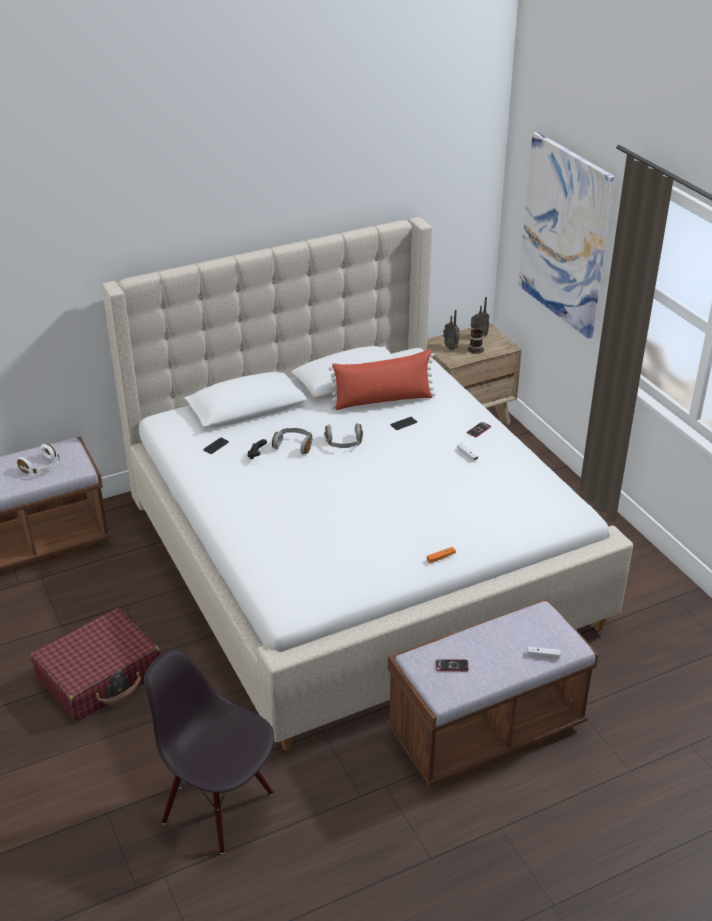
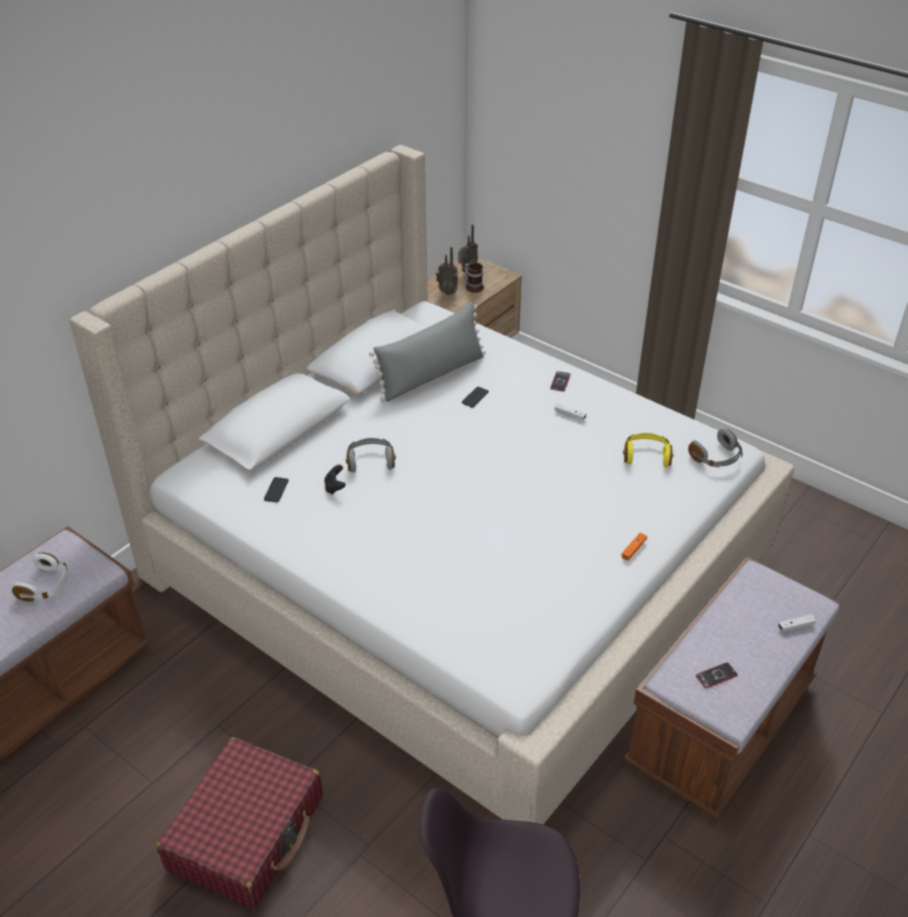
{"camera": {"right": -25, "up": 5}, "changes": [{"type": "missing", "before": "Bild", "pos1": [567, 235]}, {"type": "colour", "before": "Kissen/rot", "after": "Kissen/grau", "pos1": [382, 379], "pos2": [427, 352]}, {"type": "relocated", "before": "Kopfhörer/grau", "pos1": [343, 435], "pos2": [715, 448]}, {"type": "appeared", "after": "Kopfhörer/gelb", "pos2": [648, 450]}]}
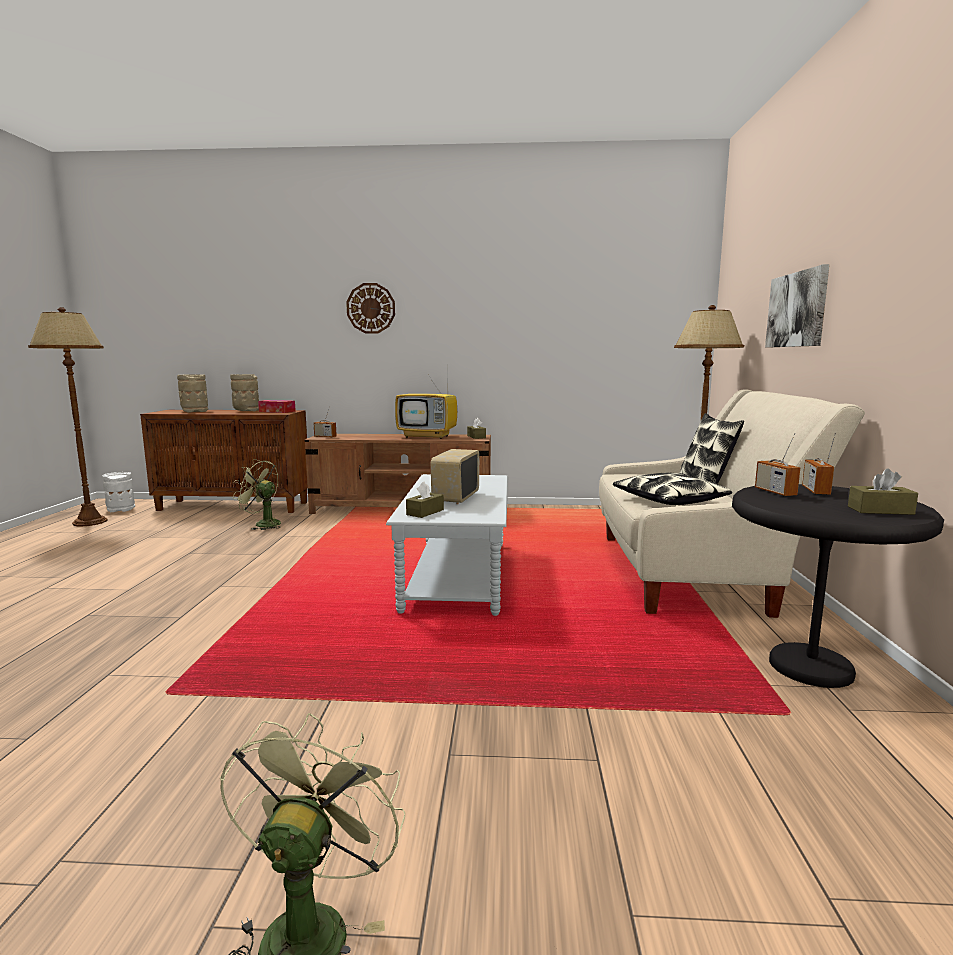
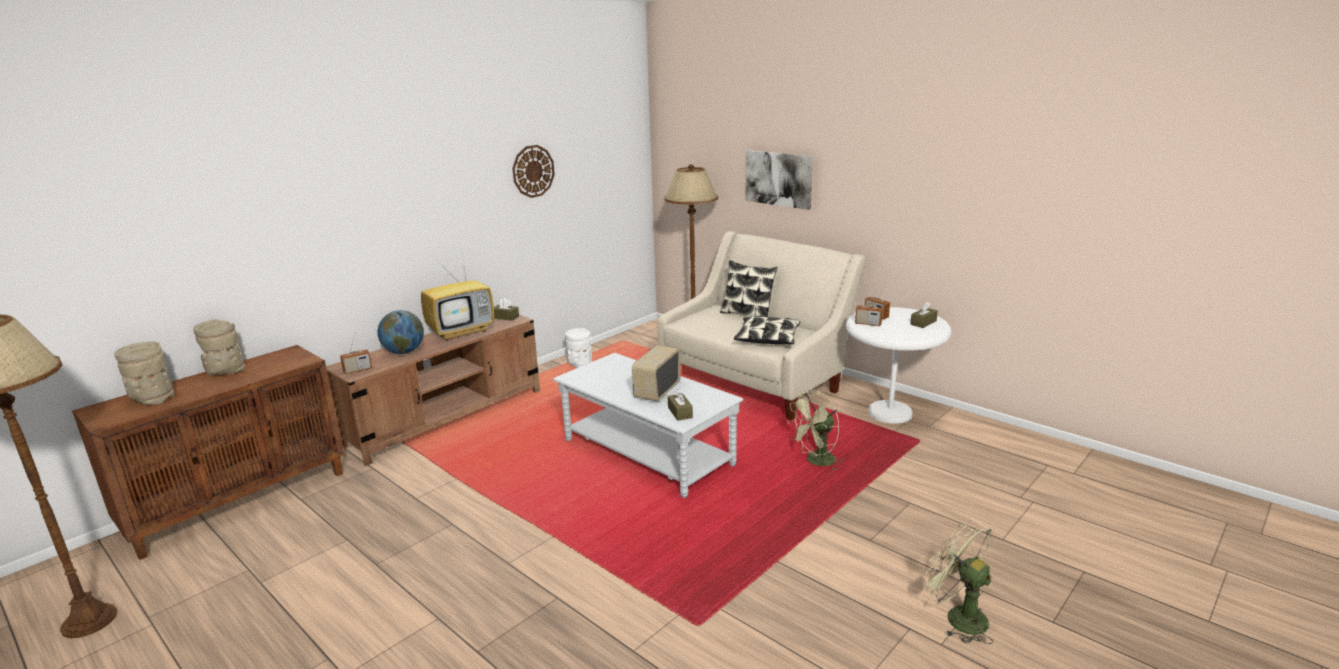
{"camera": {"right": -50, "up": 10}, "changes": [{"type": "relocated", "before": "Wanduhr", "pos1": [370, 308], "pos2": [533, 171]}, {"type": "missing", "before": "Taschentuchbox", "pos1": [277, 406]}, {"type": "spun", "before": "Radio", "pos1": [455, 477], "pos2": [656, 373], "turn": 60}, {"type": "relocated", "before": "Ventilator/grün", "pos1": [257, 494], "pos2": [815, 430]}, {"type": "relocated", "before": "Vase/weiß", "pos1": [118, 492], "pos2": [578, 348]}, {"type": "colour", "before": "Beistelltisch/schwarz", "after": "Beistelltisch/weiß", "pos1": [838, 586], "pos2": [898, 365]}, {"type": "appeared", "after": "Globus", "pos2": [400, 332]}]}
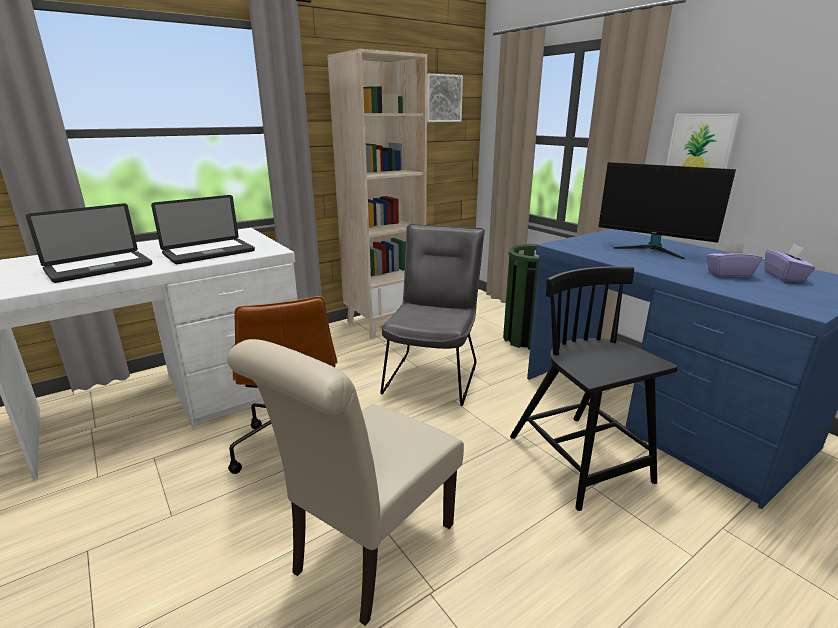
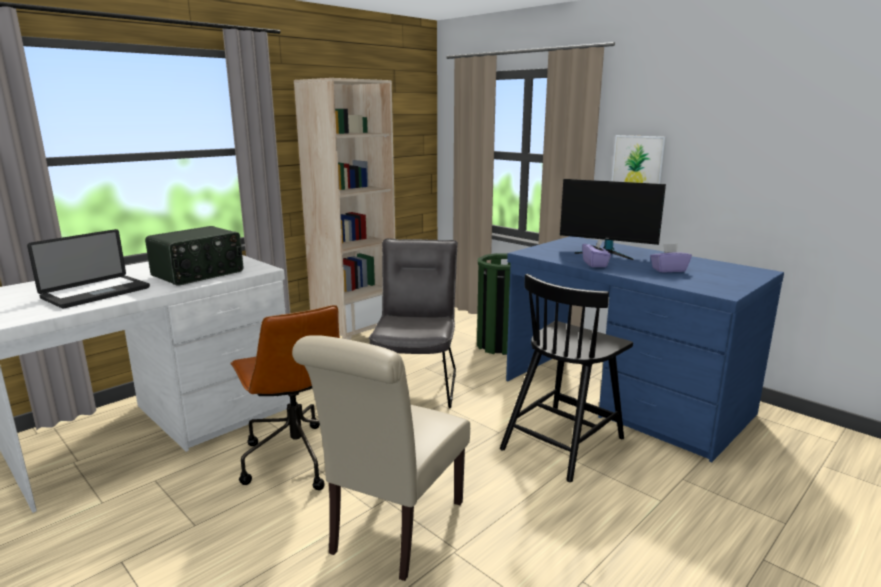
{"camera": {"right": -10, "up": -5}, "changes": [{"type": "missing", "before": "Bild", "pos1": [445, 98]}, {"type": "exchanged", "before": "Laptop", "after": "Radio", "pos1": [203, 229], "pos2": [194, 256]}, {"type": "relocated", "before": "Taschentuchbox/lila", "pos1": [790, 263], "pos2": [596, 253]}, {"type": "spun", "before": "Stuhl/schwarz", "pos1": [594, 388], "pos2": [566, 378], "turn": -105}]}
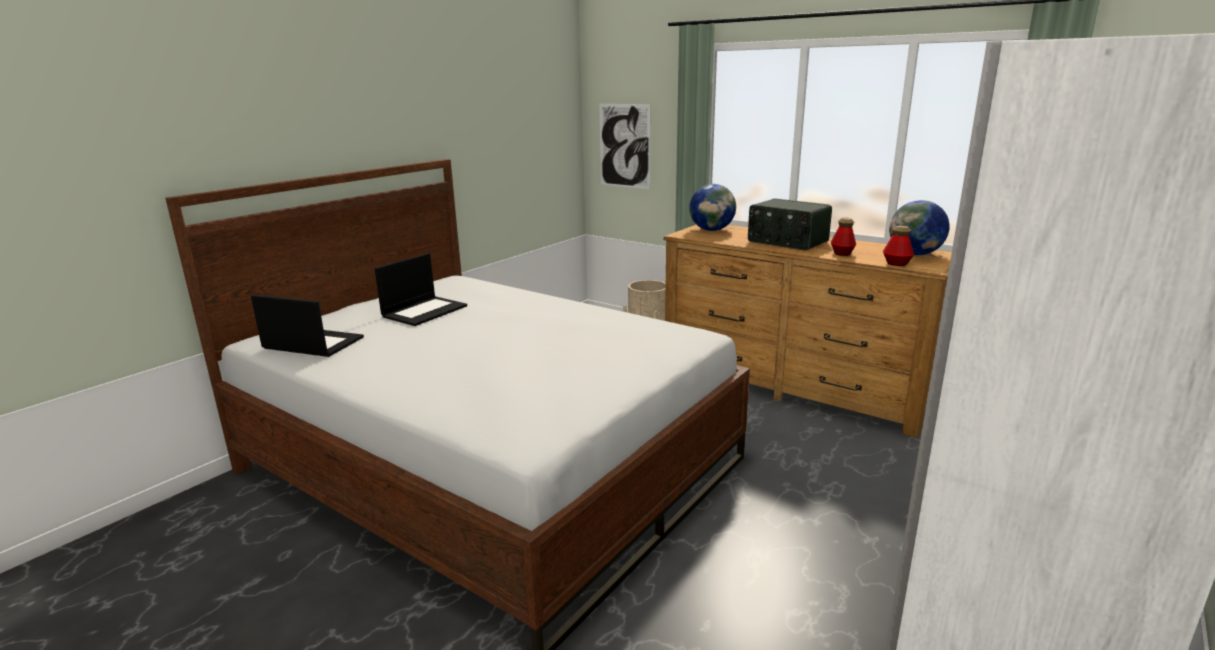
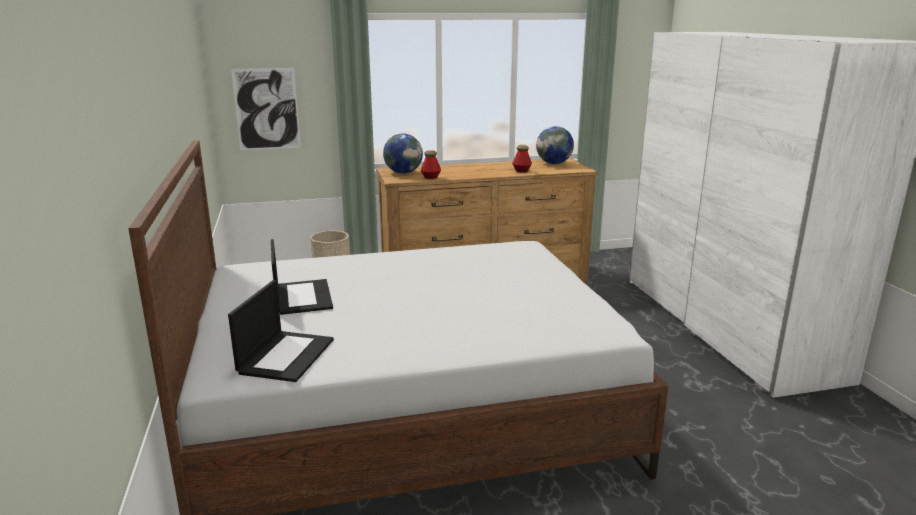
{"camera": {"right": -50, "up": 0}, "changes": [{"type": "missing", "before": "Radio", "pos1": [790, 225]}, {"type": "relocated", "before": "Flasche", "pos1": [898, 246], "pos2": [431, 164]}, {"type": "spun", "before": "Laptop", "pos1": [307, 325], "pos2": [281, 331], "turn": 135}]}
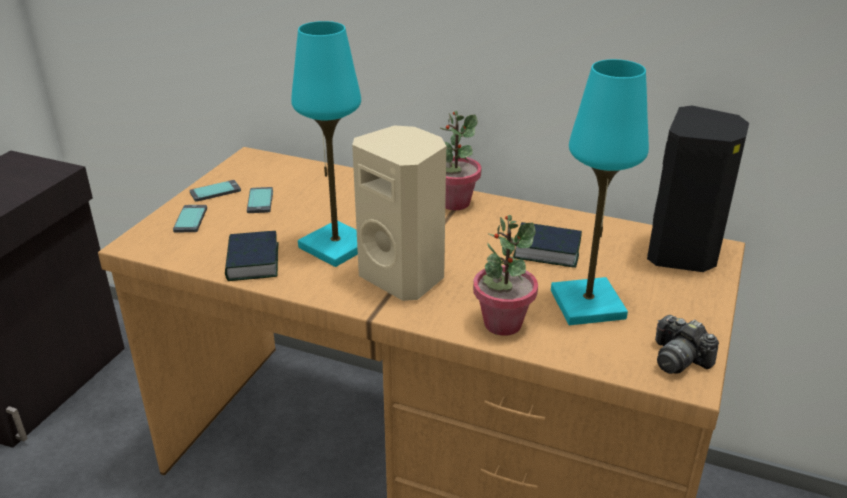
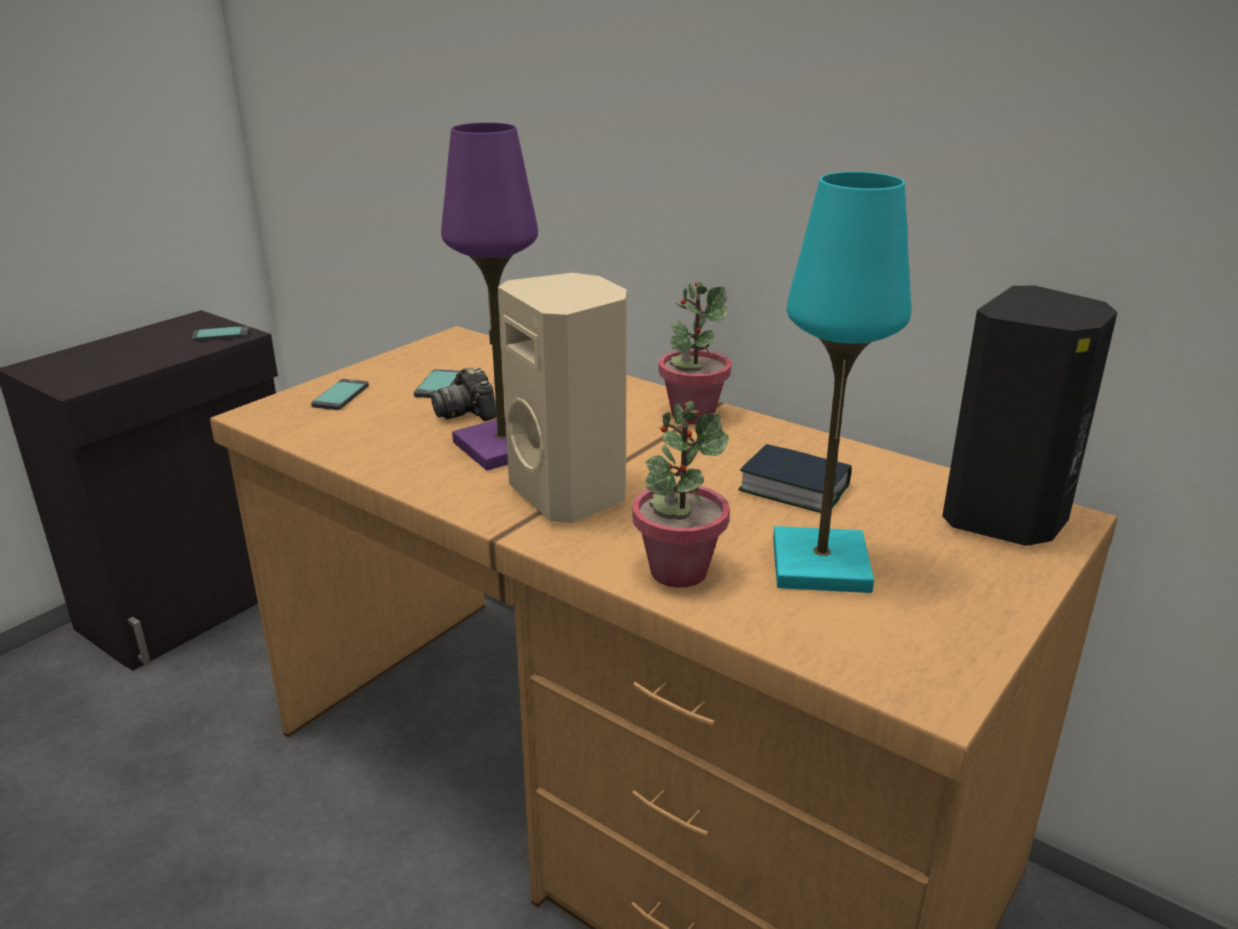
{"camera": {"right": 15, "up": -5}, "changes": [{"type": "colour", "before": "Tischlampe/türkis", "after": "Tischlampe/lila", "pos1": [326, 144], "pos2": [489, 296]}, {"type": "relocated", "before": "Handy", "pos1": [215, 191], "pos2": [220, 333]}, {"type": "missing", "before": "Buch", "pos1": [252, 256]}, {"type": "relocated", "before": "Kamera", "pos1": [687, 344], "pos2": [464, 394]}]}
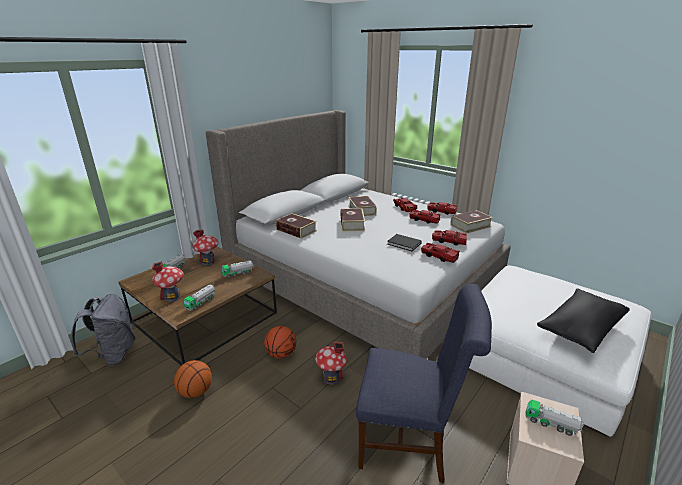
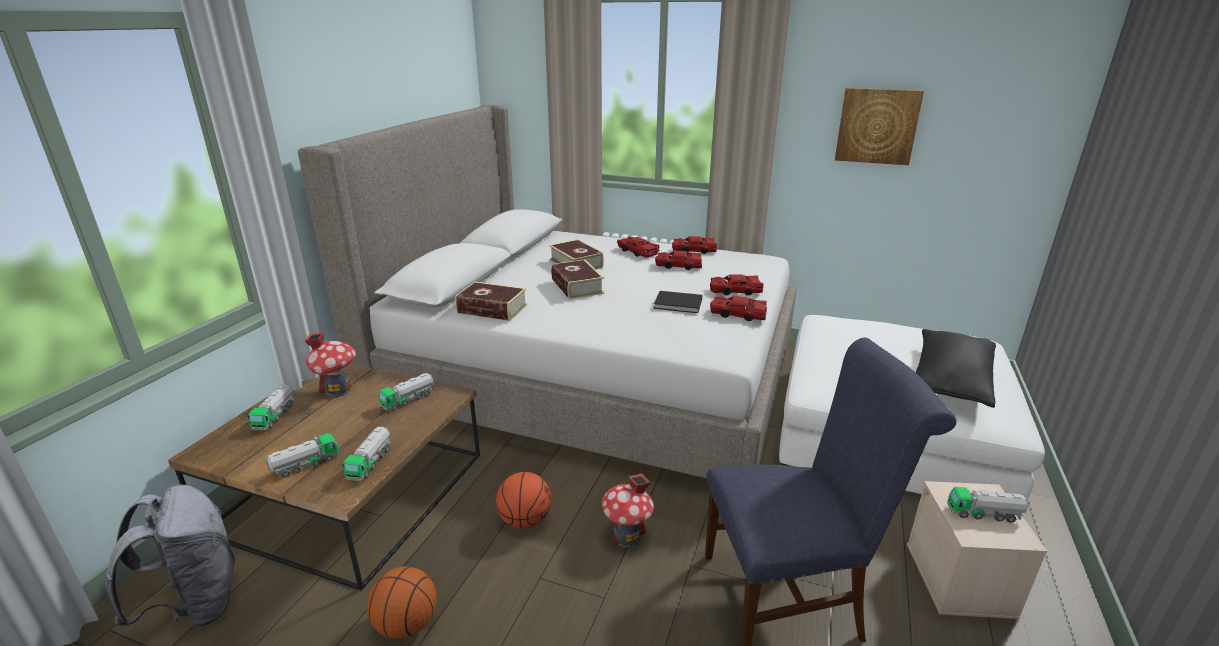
{"camera": {"right": -20, "up": 0}, "changes": [{"type": "missing", "before": "Buch", "pos1": [471, 221]}, {"type": "exchanged", "before": "Spielzeughaus", "after": "Spielzeuglaster", "pos1": [167, 281], "pos2": [302, 455]}, {"type": "appeared", "after": "Bild", "pos2": [879, 126]}]}
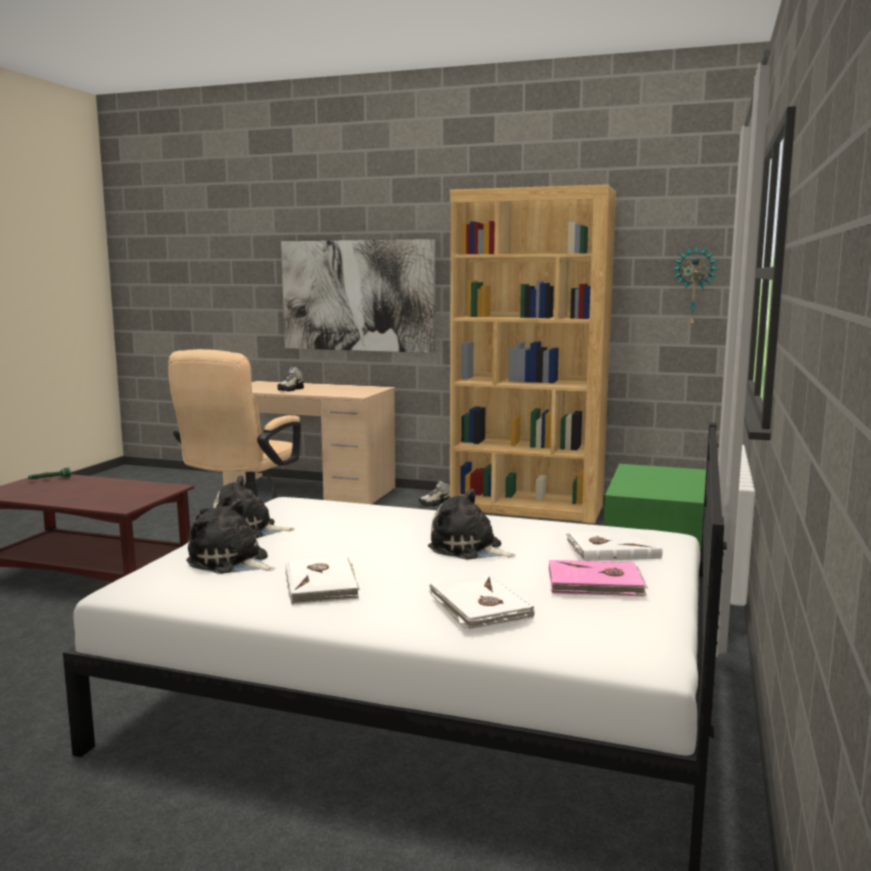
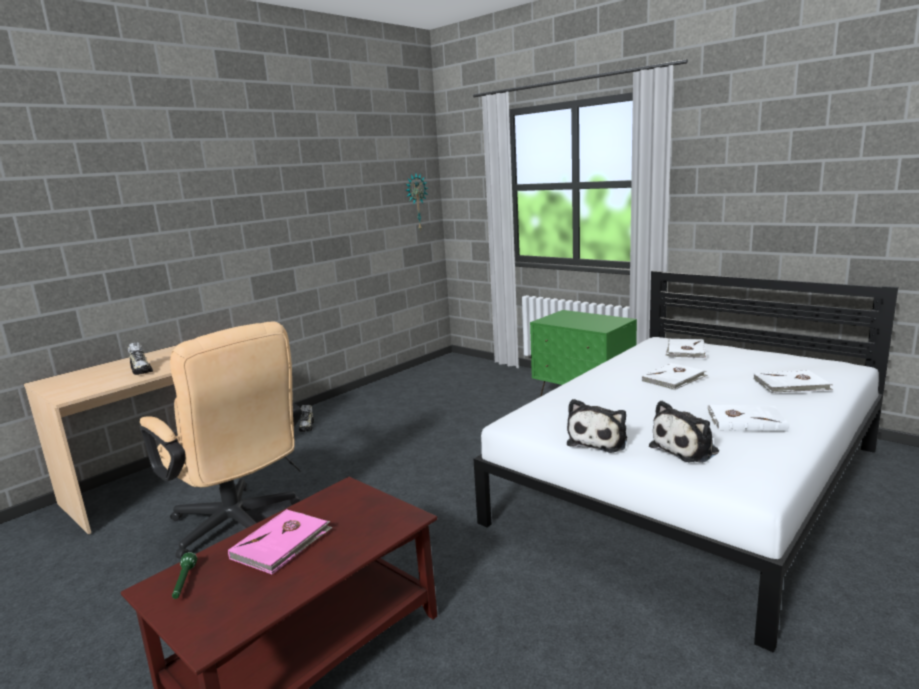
{"camera": {"right": -65, "up": 5}, "changes": [{"type": "missing", "before": "Bücherregal/braun", "pos1": [533, 353]}, {"type": "missing", "before": "Bild", "pos1": [358, 296]}, {"type": "exchanged", "before": "Plüschtier", "after": "Buch/weiß", "pos1": [472, 524], "pos2": [674, 377]}, {"type": "relocated", "before": "Buch/rosa", "pos1": [598, 578], "pos2": [280, 542]}]}
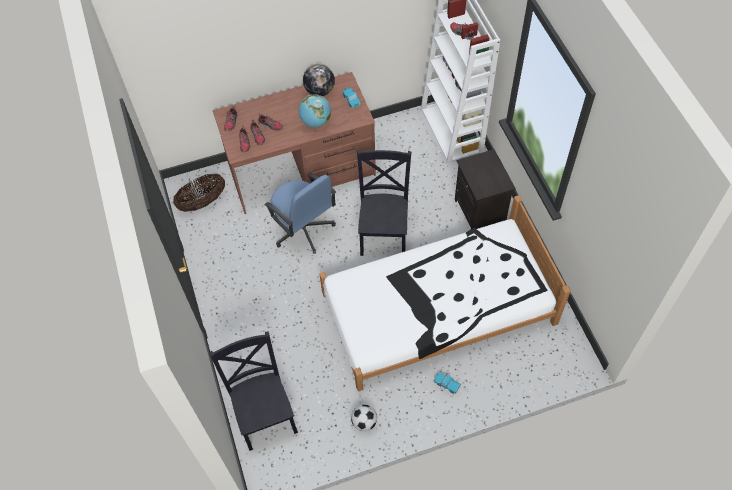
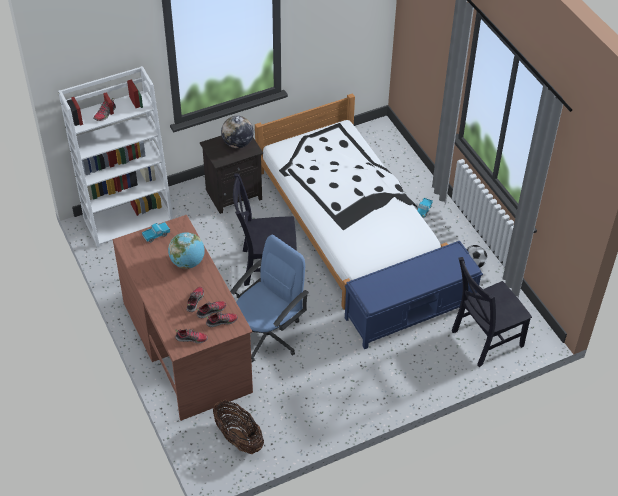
{"camera": {"right": -100, "up": -10}, "changes": [{"type": "relocated", "before": "Globus", "pos1": [319, 80], "pos2": [237, 132]}, {"type": "appeared", "after": "Bank/blau", "pos2": [414, 294]}]}
